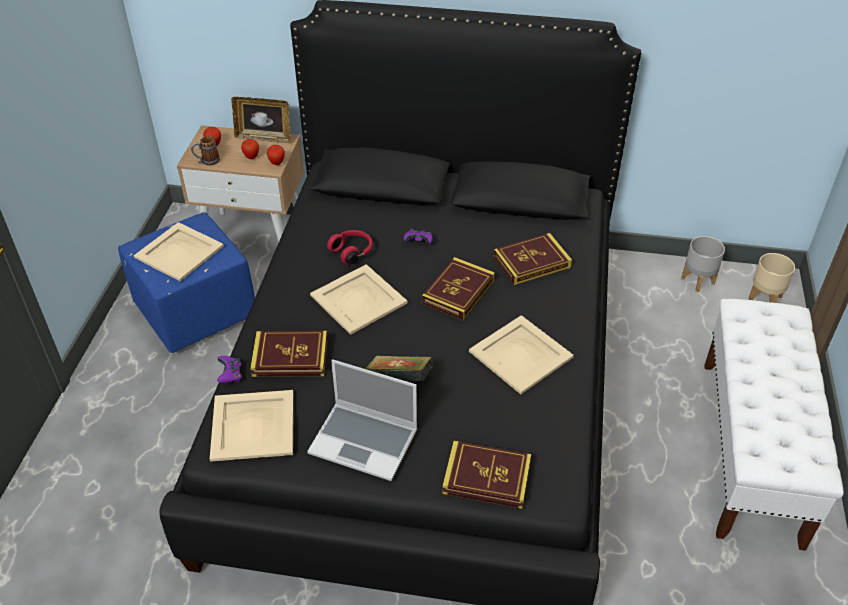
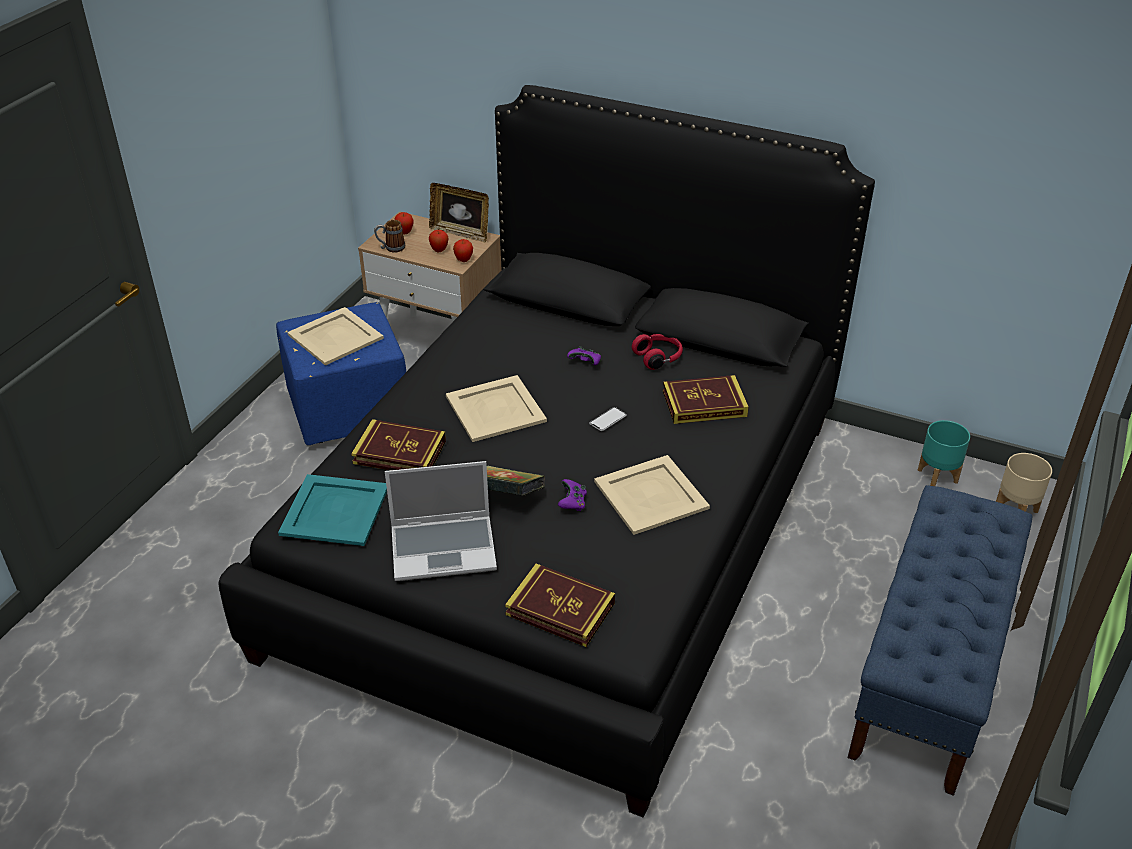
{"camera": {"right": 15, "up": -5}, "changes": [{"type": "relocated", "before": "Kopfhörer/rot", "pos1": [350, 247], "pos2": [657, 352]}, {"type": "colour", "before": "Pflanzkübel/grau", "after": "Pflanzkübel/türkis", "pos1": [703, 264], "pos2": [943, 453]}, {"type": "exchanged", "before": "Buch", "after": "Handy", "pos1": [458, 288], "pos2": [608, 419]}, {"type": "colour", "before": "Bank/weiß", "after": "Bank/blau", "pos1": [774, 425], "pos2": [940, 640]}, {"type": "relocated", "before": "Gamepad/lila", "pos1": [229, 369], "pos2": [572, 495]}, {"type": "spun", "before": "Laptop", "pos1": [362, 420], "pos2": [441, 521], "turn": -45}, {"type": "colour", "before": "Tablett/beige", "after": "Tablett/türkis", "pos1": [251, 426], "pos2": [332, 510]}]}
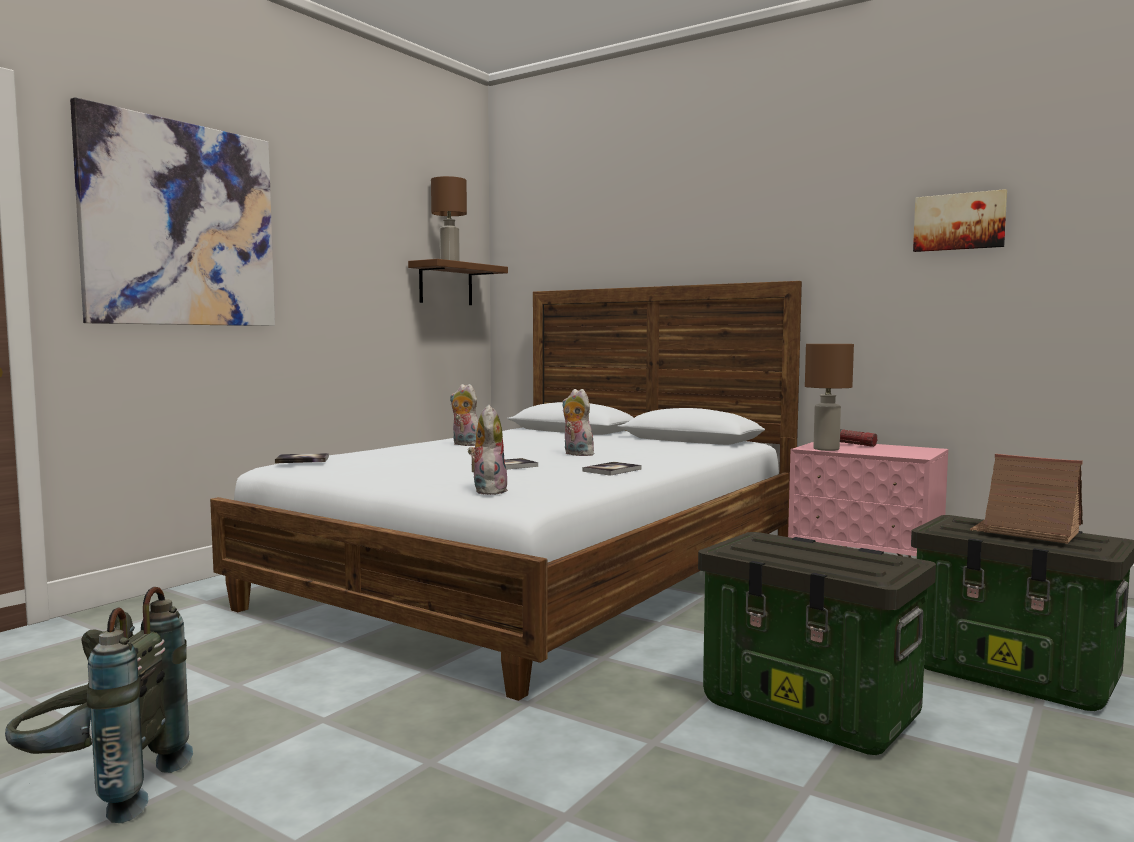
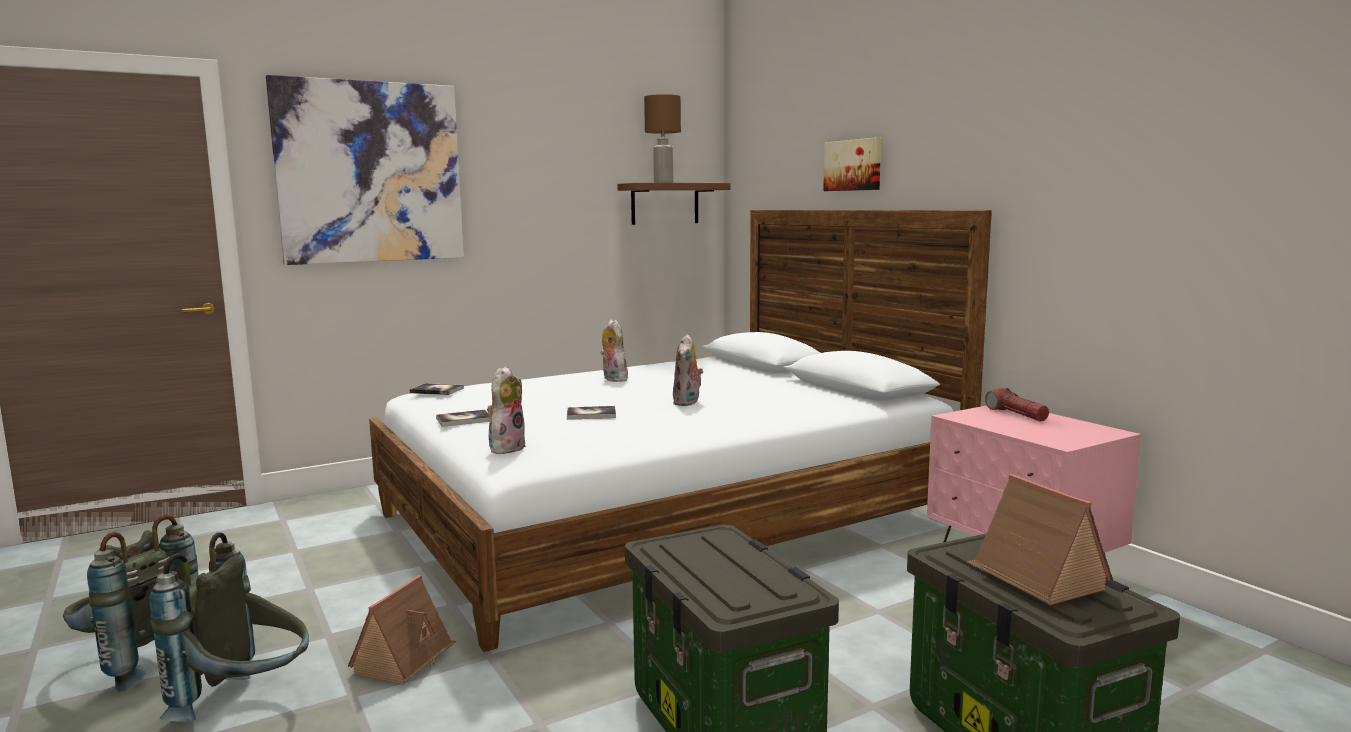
{"camera": {"right": 25, "up": 5}, "changes": [{"type": "relocated", "before": "Bild", "pos1": [960, 220], "pos2": [852, 164]}, {"type": "missing", "before": "Tischlampe/braun", "pos1": [829, 397]}, {"type": "spun", "before": "Plüschtier", "pos1": [580, 422], "pos2": [688, 370], "turn": -150}, {"type": "relocated", "before": "Buch", "pos1": [612, 469], "pos2": [463, 418]}, {"type": "appeared", "after": "Rucksack/grau", "pos2": [229, 626]}, {"type": "appeared", "after": "Spielzeughaus", "pos2": [402, 630]}]}
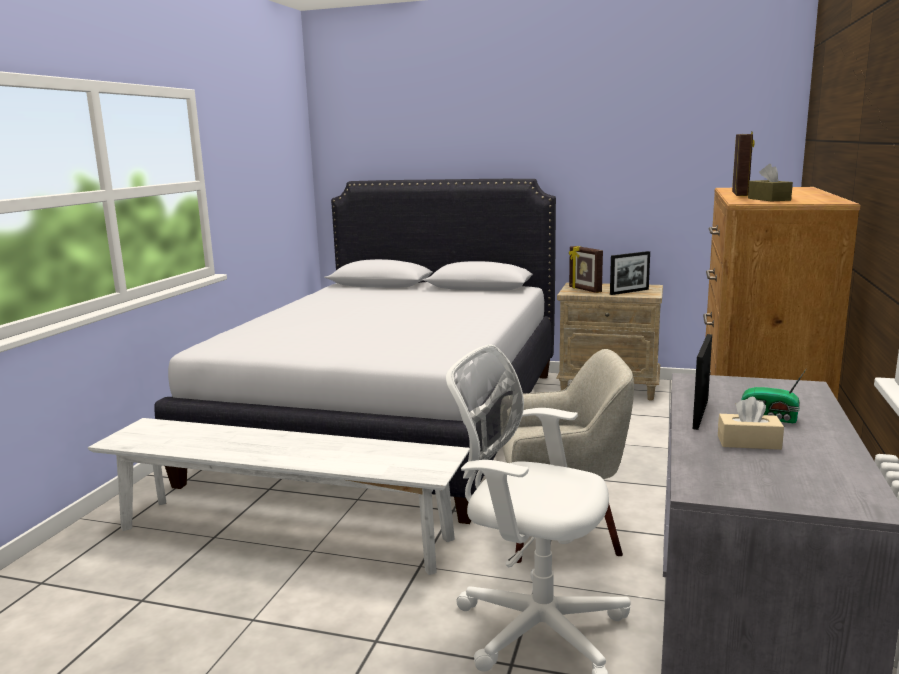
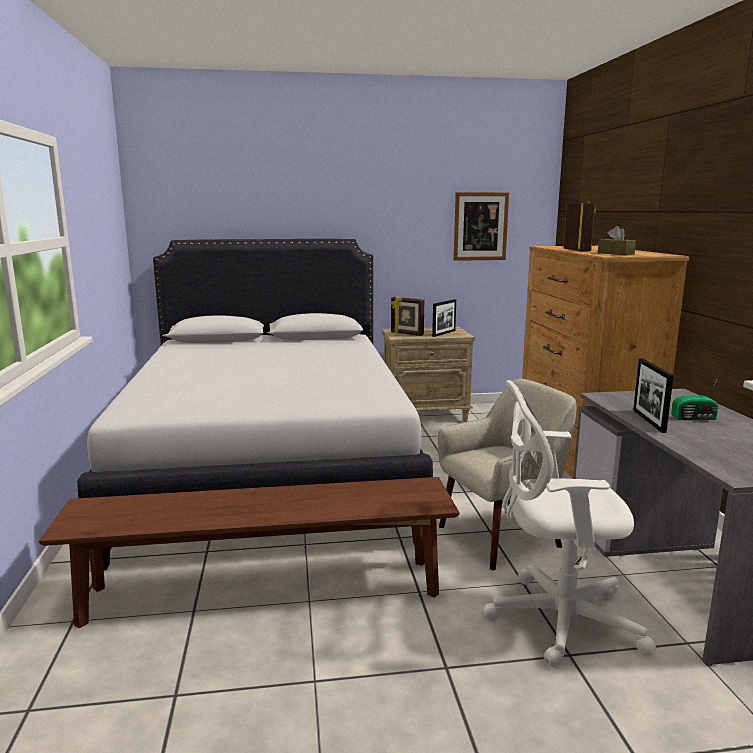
{"camera": {"right": -25, "up": 0}, "changes": [{"type": "missing", "before": "Taschentuchbox/beige", "pos1": [751, 423]}, {"type": "colour", "before": "Bank/weiß", "after": "Bank/braun", "pos1": [278, 496], "pos2": [249, 552]}, {"type": "appeared", "after": "Bild", "pos2": [481, 226]}]}
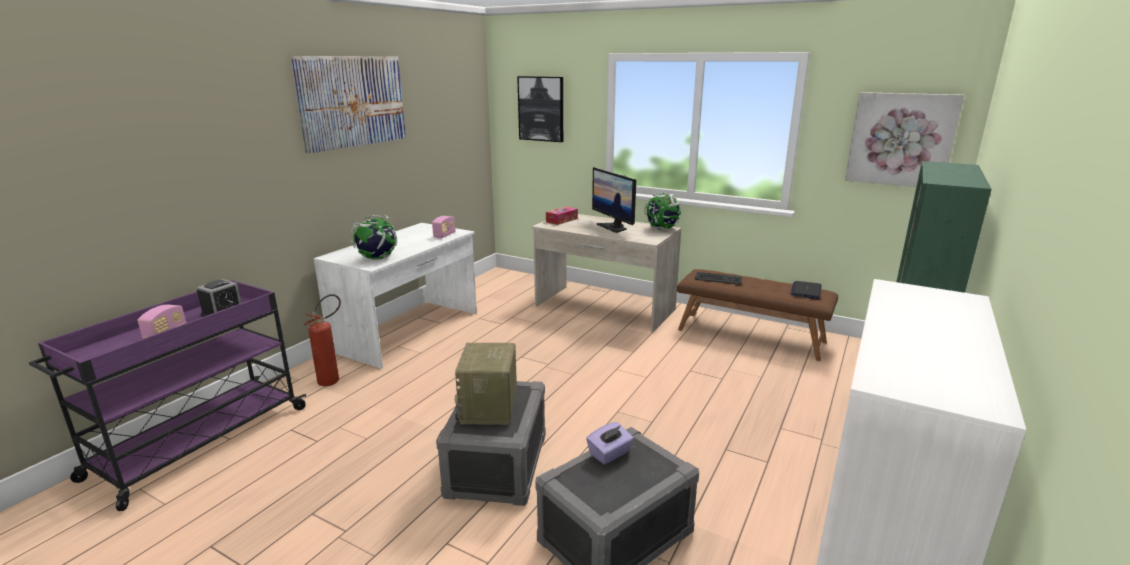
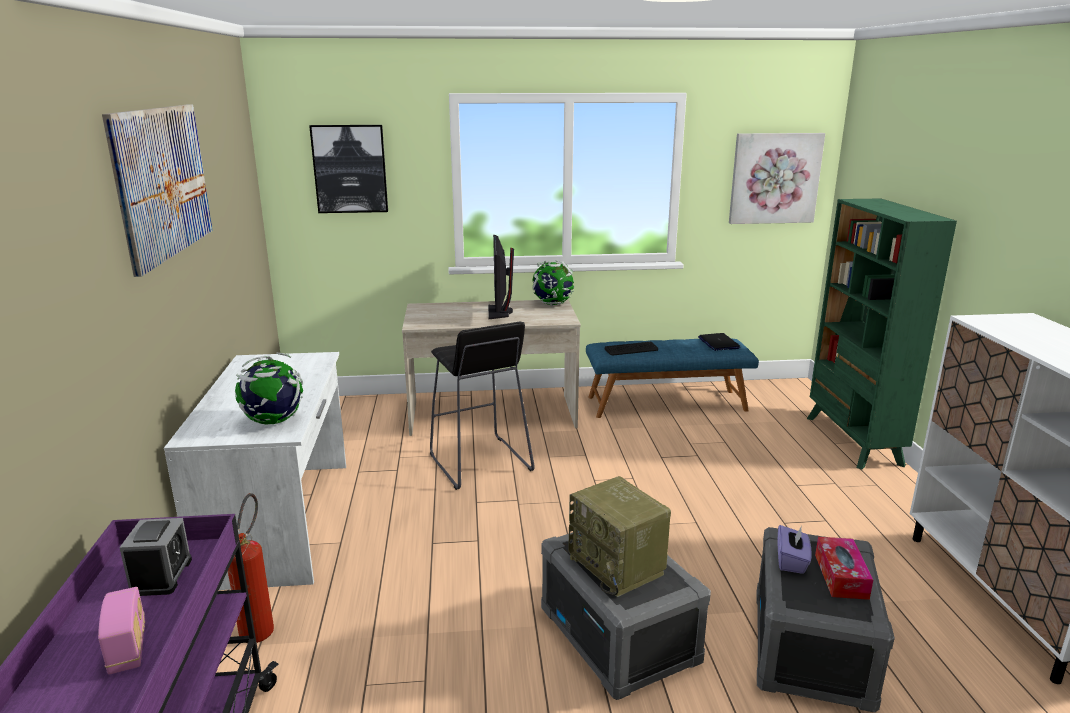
{"camera": {"right": -35, "up": 0}, "changes": [{"type": "spun", "before": "Monitor", "pos1": [614, 200], "pos2": [501, 277], "turn": 60}, {"type": "relocated", "before": "Taschentuchbox", "pos1": [562, 216], "pos2": [844, 568]}, {"type": "missing", "before": "Radio", "pos1": [444, 227]}, {"type": "colour", "before": "Bank/braun", "after": "Bank/blau", "pos1": [757, 315], "pos2": [672, 378]}, {"type": "appeared", "after": "Hocker/schwarz", "pos2": [482, 405]}]}
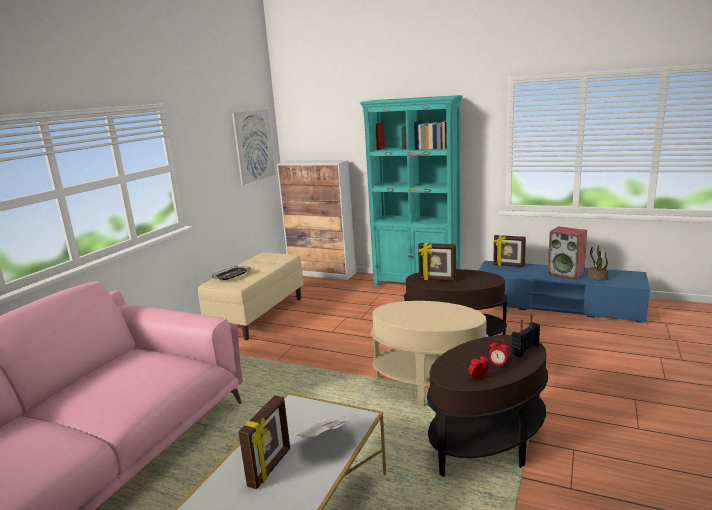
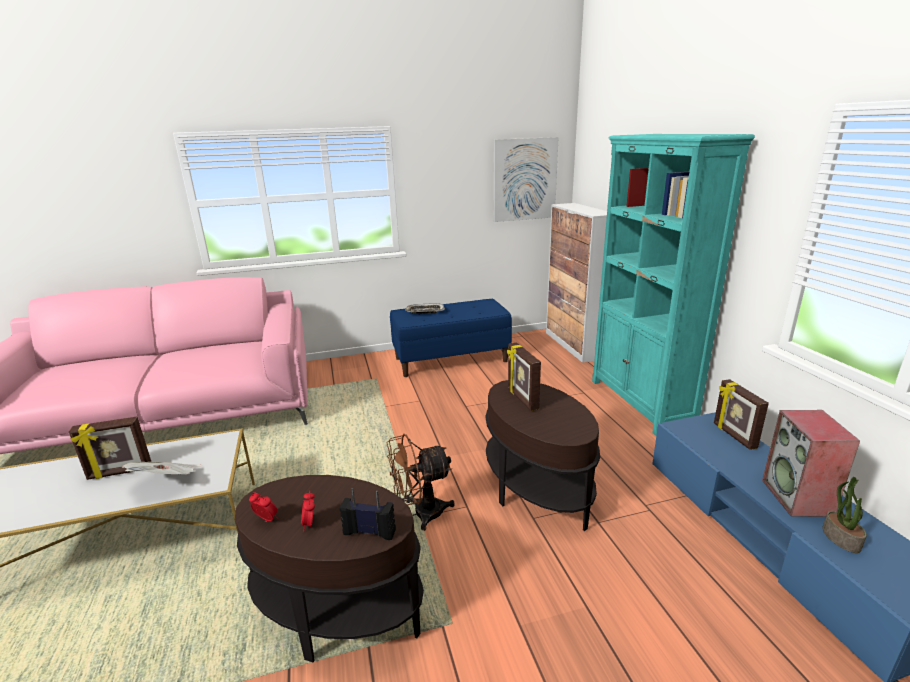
{"camera": {"right": 50, "up": 5}, "changes": [{"type": "colour", "before": "Bank/beige", "after": "Bank/blau", "pos1": [251, 296], "pos2": [451, 338]}, {"type": "exchanged", "before": "Beistelltisch/beige", "after": "Ventilator/braun", "pos1": [430, 354], "pos2": [421, 482]}]}
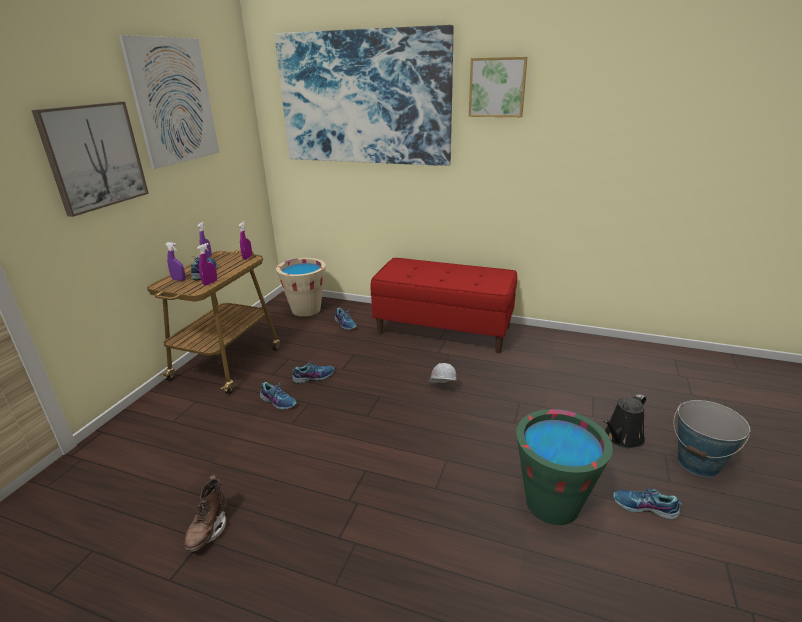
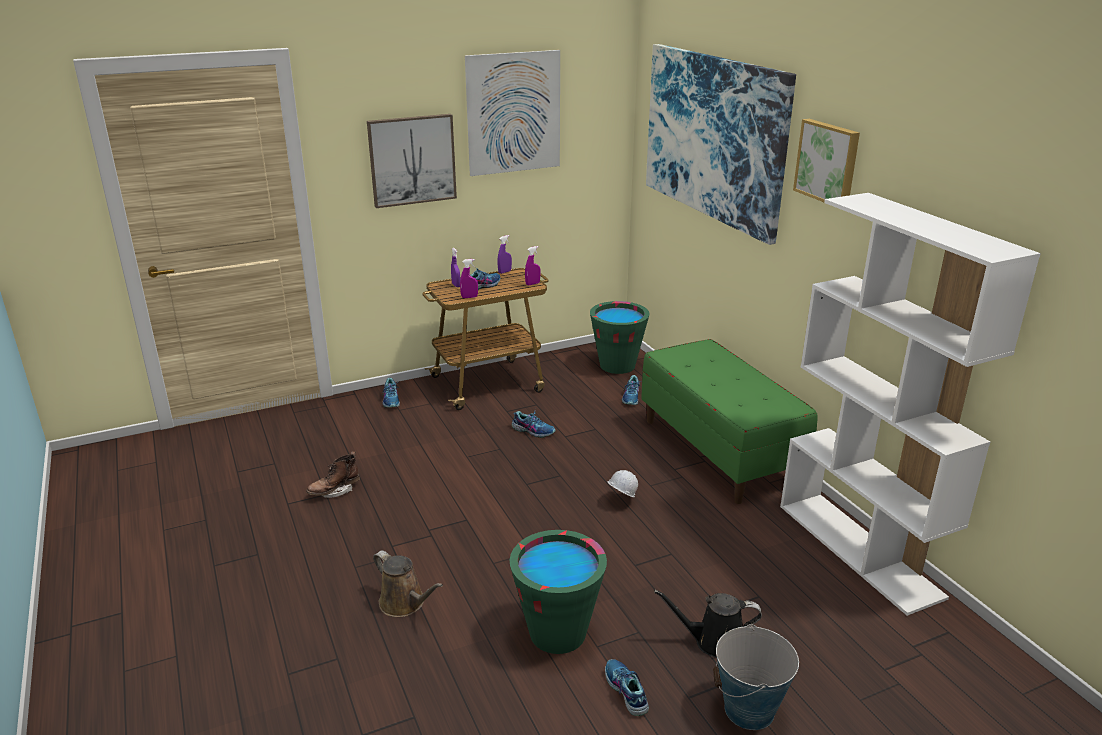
{"camera": {"right": 45, "up": 0}, "changes": [{"type": "colour", "before": "Eimer/beige", "after": "Eimer/grün", "pos1": [301, 287], "pos2": [620, 337]}, {"type": "colour", "before": "Bank/rot", "after": "Bank/grün", "pos1": [444, 305], "pos2": [729, 421]}, {"type": "relocated", "before": "Schuh", "pos1": [278, 396], "pos2": [391, 392]}, {"type": "appeared", "after": "Bücherregal/weiß", "pos2": [910, 404]}, {"type": "appeared", "after": "Gießkanne/braun", "pos2": [408, 583]}]}
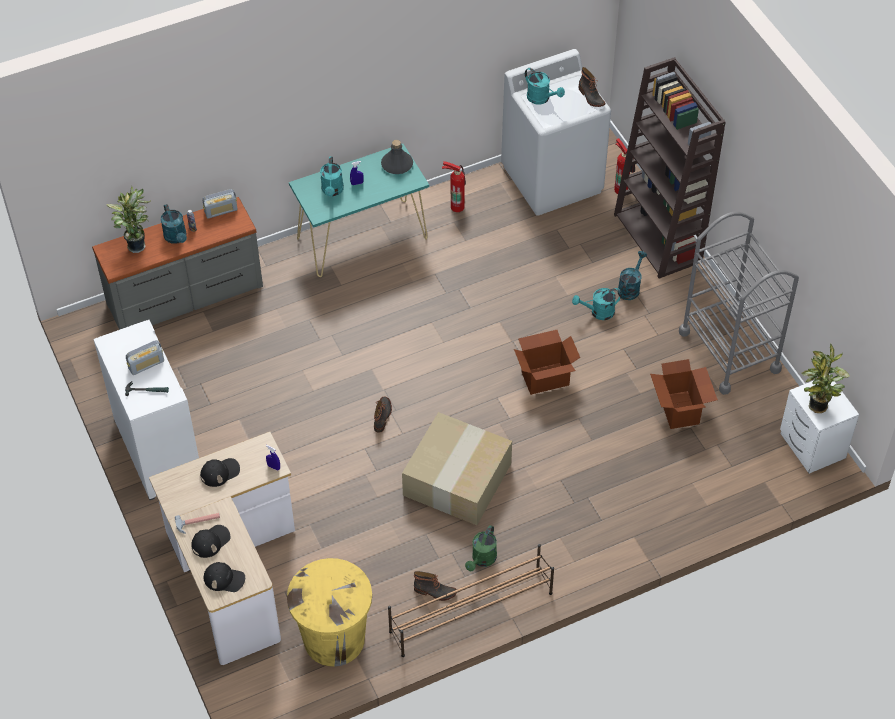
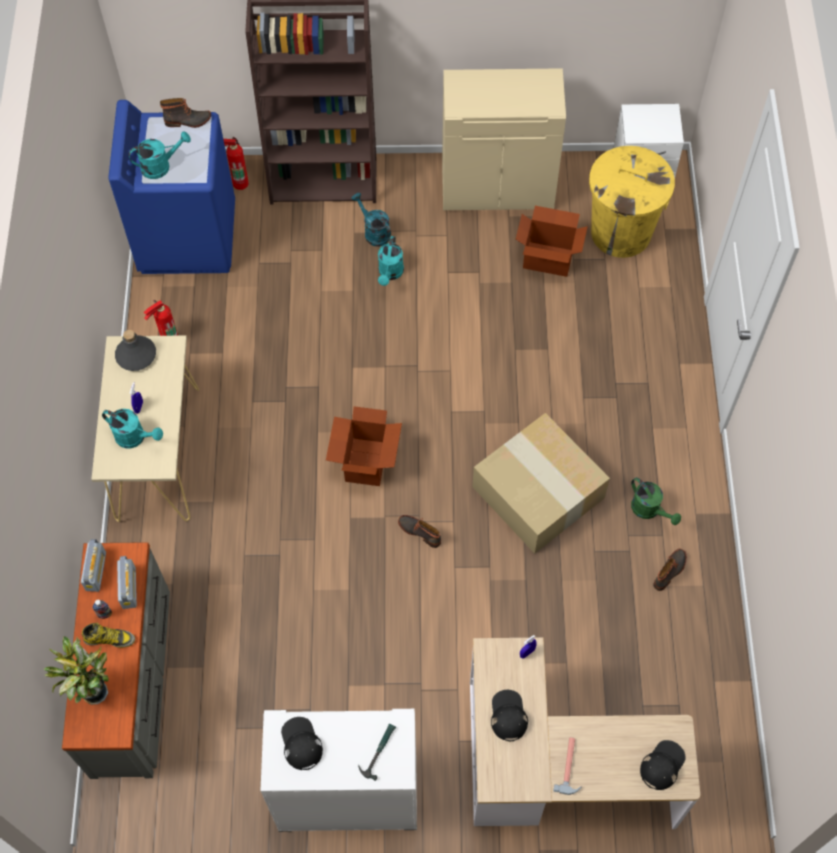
{"camera": {"right": -65, "up": 10}, "changes": [{"type": "colour", "before": "Waschmaschine/weiß", "after": "Waschmaschine/blau", "pos1": [556, 132], "pos2": [171, 187]}, {"type": "colour", "before": "Konsolentisch/türkis", "after": "Konsolentisch/beige", "pos1": [359, 210], "pos2": [145, 428]}, {"type": "exchanged", "before": "Gießkanne/türkis", "after": "Stiefel", "pos1": [174, 224], "pos2": [108, 635]}, {"type": "exchanged", "before": "Rollwagen/grau", "after": "Schrank/beige", "pos1": [739, 303], "pos2": [504, 139]}, {"type": "relocated", "before": "Karton", "pos1": [547, 362], "pos2": [364, 446]}, {"type": "relocated", "before": "Radio", "pos1": [145, 357], "pos2": [127, 582]}, {"type": "missing", "before": "Topfpflanze", "pos1": [825, 378]}, {"type": "relocated", "before": "Kappe/schwarz", "pos1": [210, 541], "pos2": [302, 743]}, {"type": "missing", "before": "Schuhregal/braun", "pos1": [471, 600]}, {"type": "relocated", "before": "Mülleimer/gelb", "pos1": [329, 612], "pos2": [632, 202]}]}
